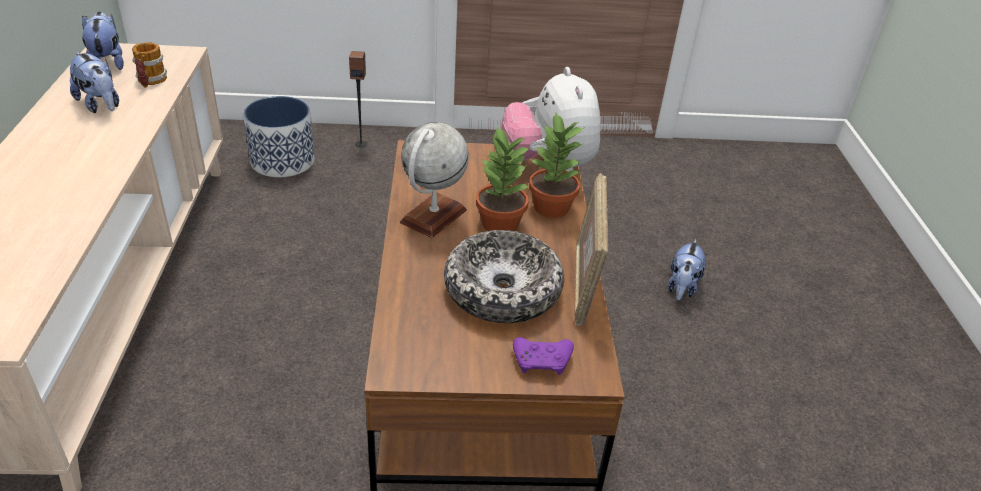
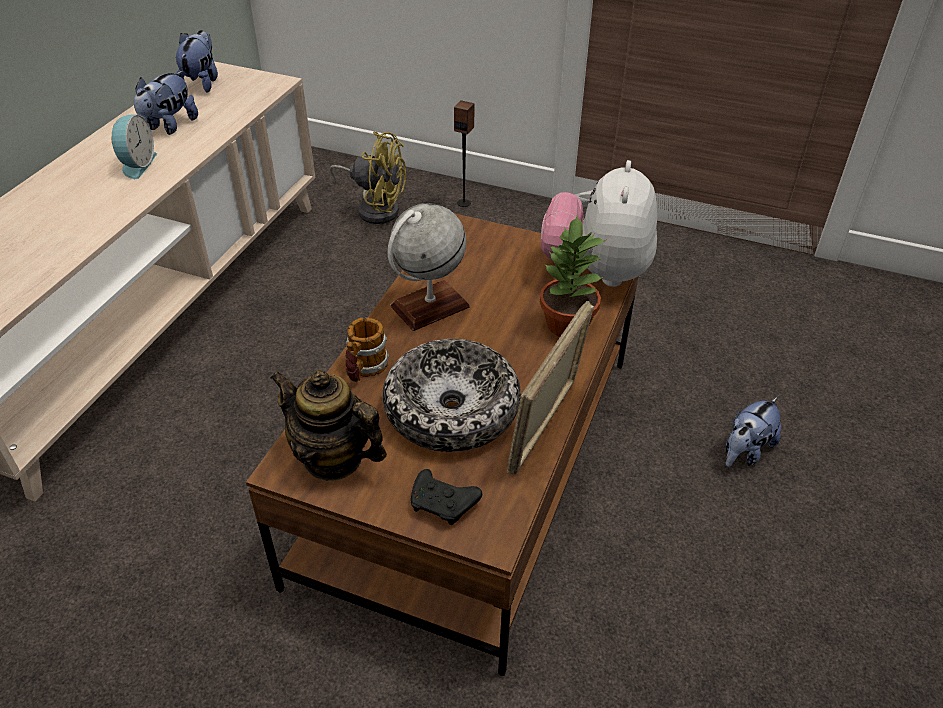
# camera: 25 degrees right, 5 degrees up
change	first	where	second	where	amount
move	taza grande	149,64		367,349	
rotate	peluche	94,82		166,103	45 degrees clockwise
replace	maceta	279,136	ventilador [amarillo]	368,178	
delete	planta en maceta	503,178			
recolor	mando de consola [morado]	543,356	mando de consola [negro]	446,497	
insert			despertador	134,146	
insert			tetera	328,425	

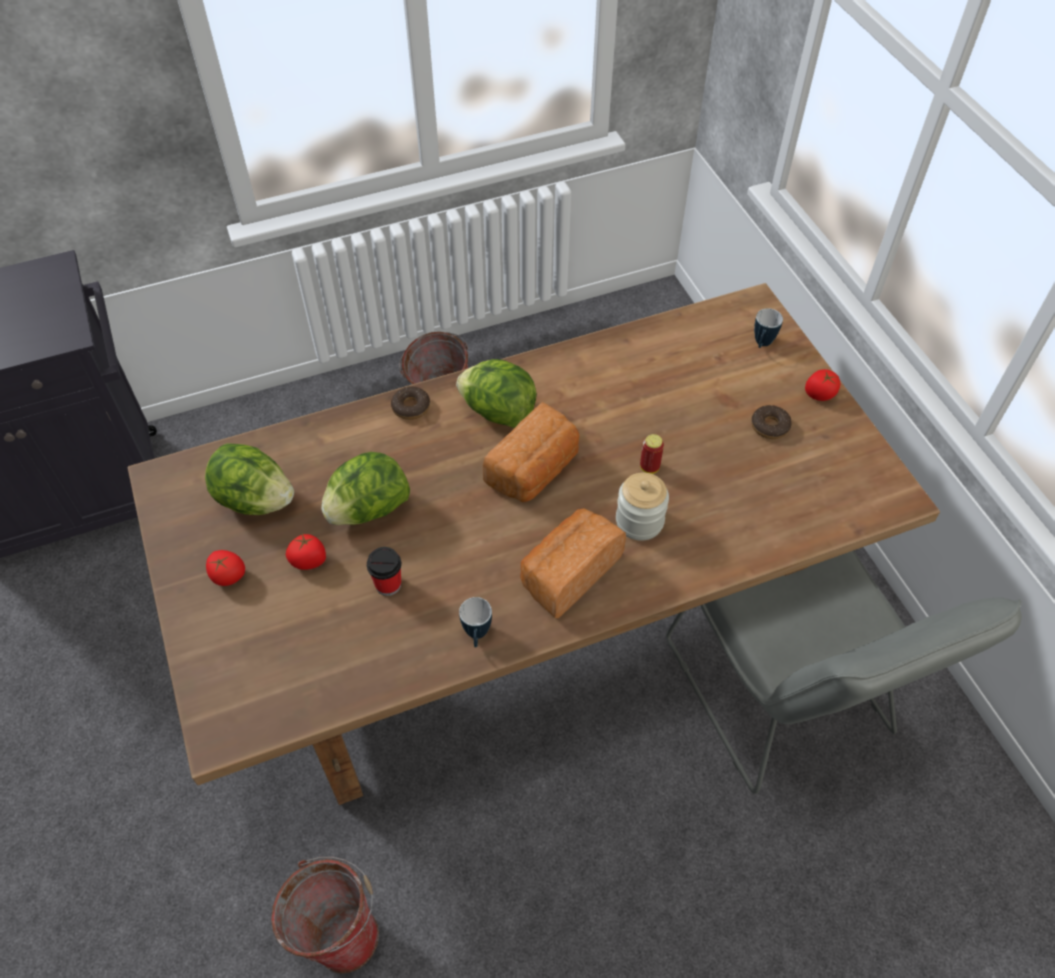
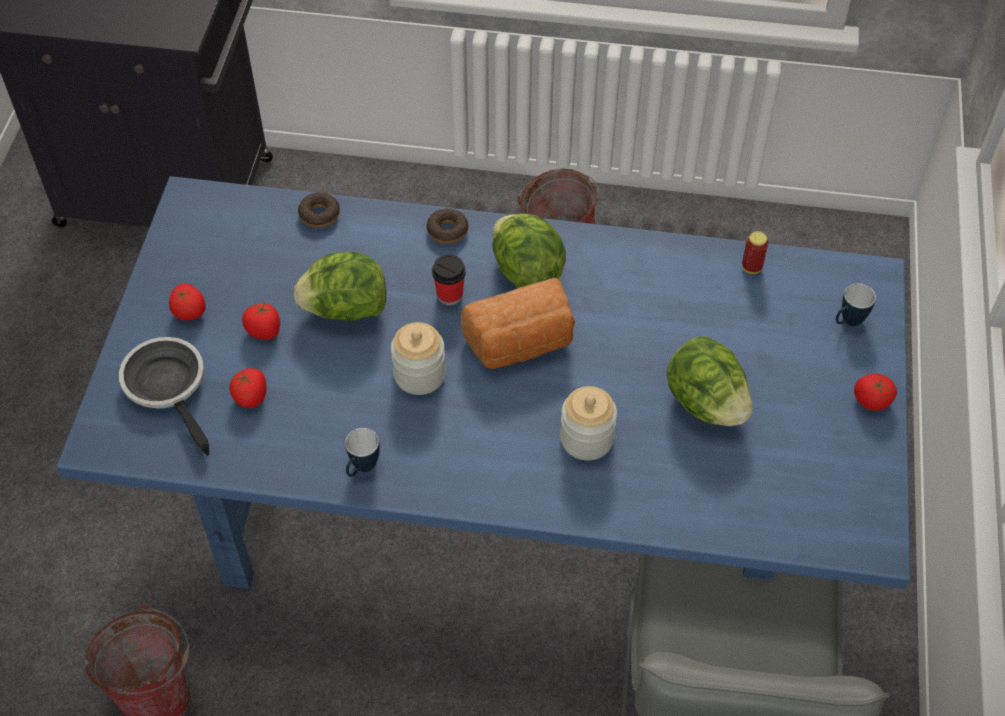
# camera: 30 degrees right, 0 degrees up
change	first	where	second	where	amount
recolor	mesa de comedor [marrón]	534,544	mesa de comedor [azul]	483,382	
move	rosquilla	771,422		319,210	
move	lata	652,454		755,252	
move	lechuga	249,479		709,381	
delete	pan	573,563			
move	taza	384,571		449,280	
insert			tarro	418,358	
insert			sartén	164,396	
insert			tomate	247,388	

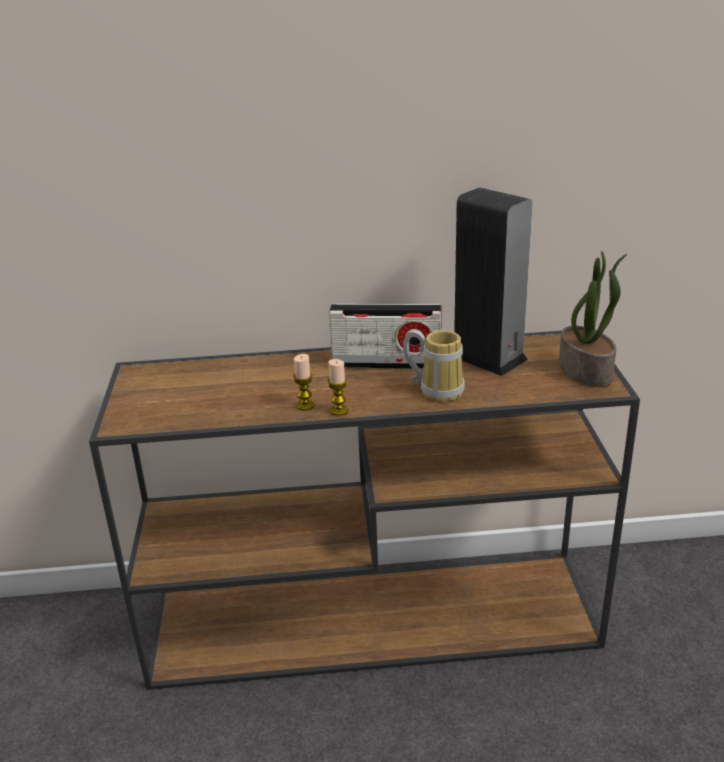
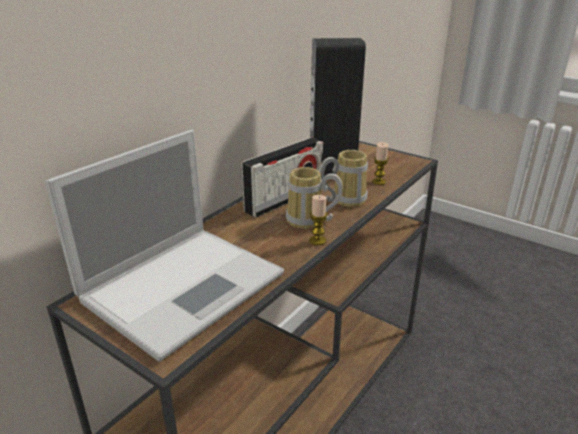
# camera: 50 degrees left, 0 degrees up
change	first	where	second	where	amount
delete	planta en maceta	593,319			
move	vela	303,382		380,163	
insert			portátil	164,246	
insert			taza grande	314,198	

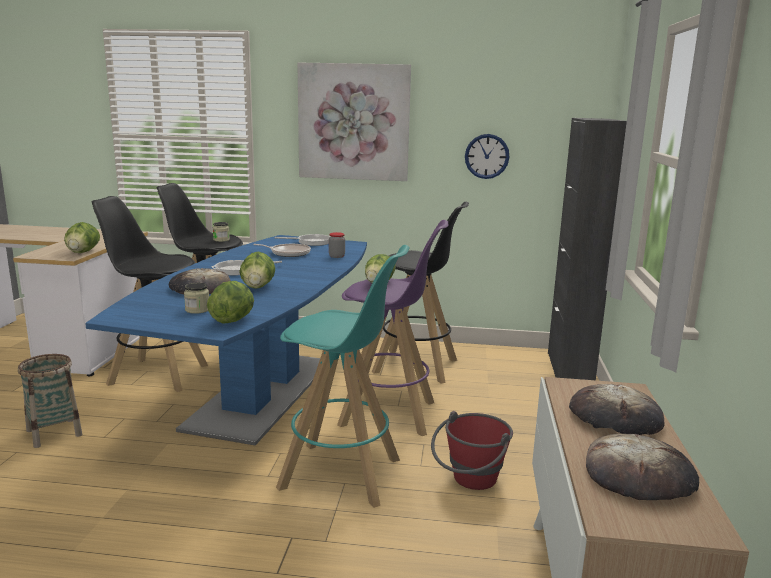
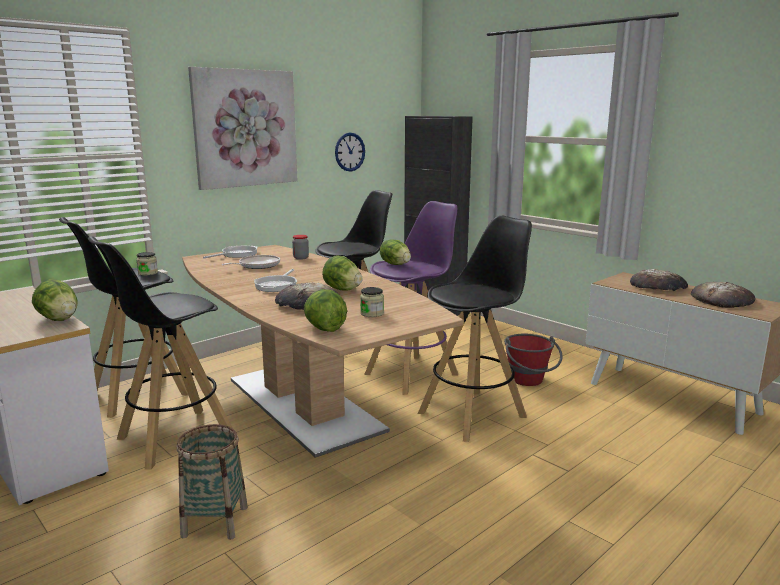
# camera: 50 degrees left, 0 degrees up
change	first	where	second	where	amount
recolor	mesa de comedor [azul]	226,340	mesa de comedor [marrón]	322,351	
recolor	taburete [turquesa]	342,376	taburete [negro]	475,329	
move	lechuga	230,302		325,310	

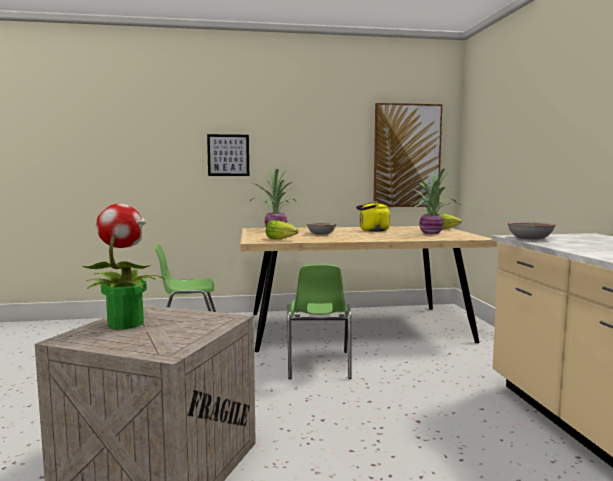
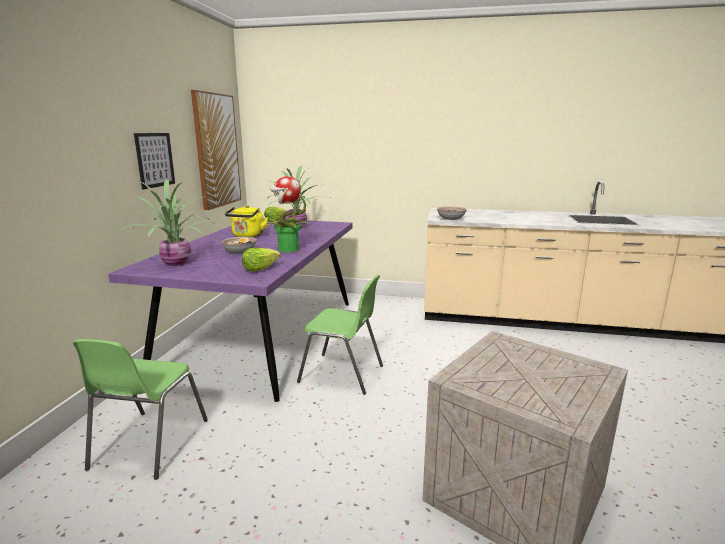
# camera: 70 degrees left, 10 degrees up
change	first	where	second	where	amount
move	cuadro	228,155		154,161	
move	planta en maceta	123,266		286,214	
recolor	mesa de comedor [beis]	369,289	mesa de comedor [morado]	230,310	

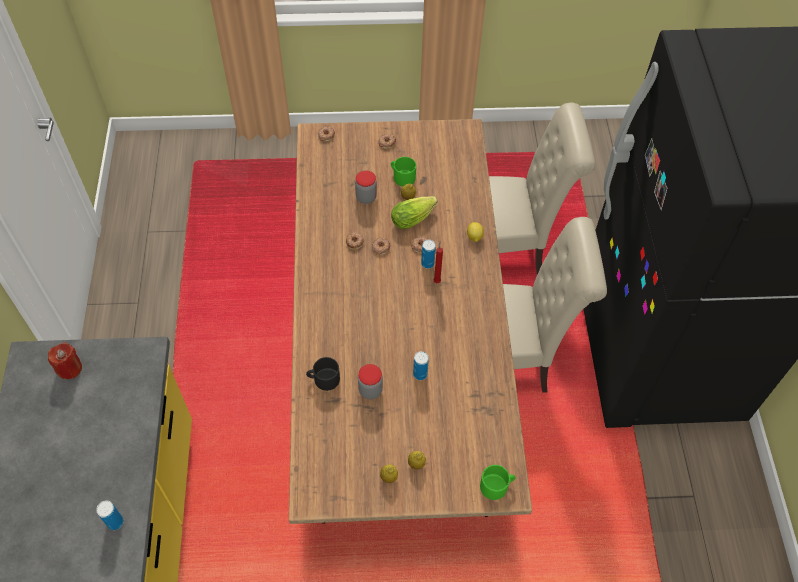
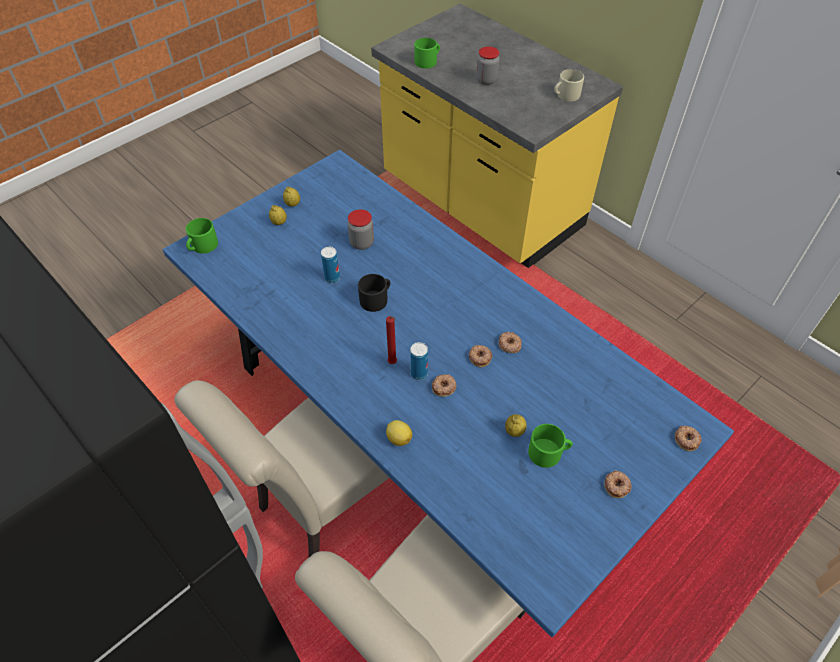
# camera: 140 degrees right, 5 degrees down
change	first	where	second	where	amount
recolor	mesa de comedor [marrón]	410,321	mesa de comedor [azul]	448,393	
move	tarro	366,187		488,66	
delete	lechuga	414,212			
replace	vela [rojo]	65,360	taza grande [beis]	569,85	
move	taza grande [negro]	323,374		374,293	
replace	lata	110,515	taza grande [verde]	427,53	

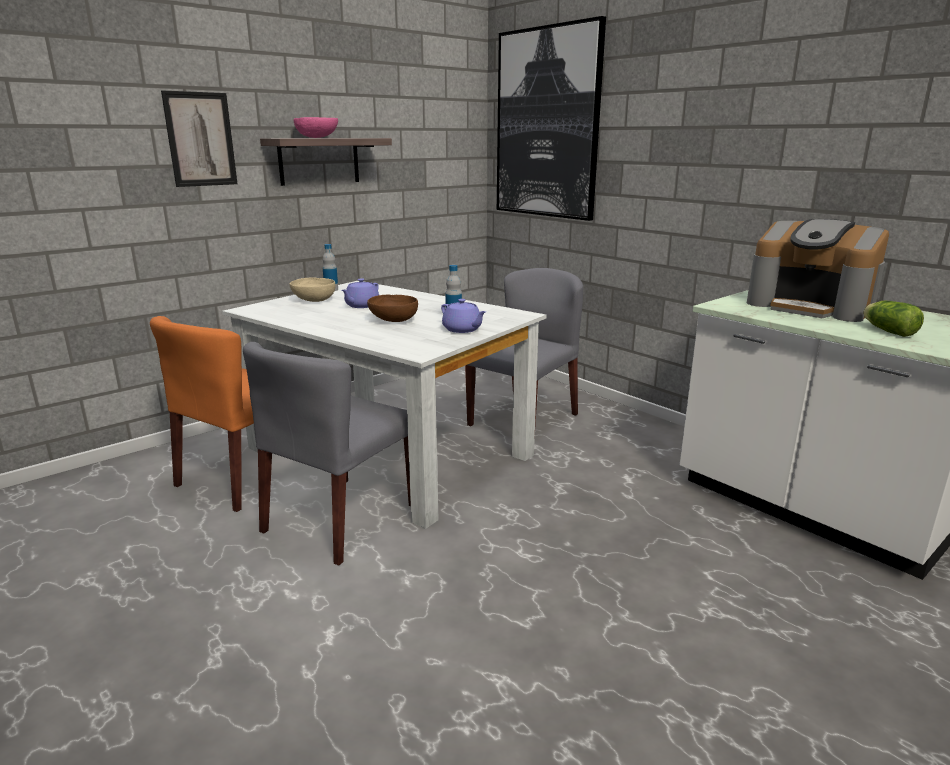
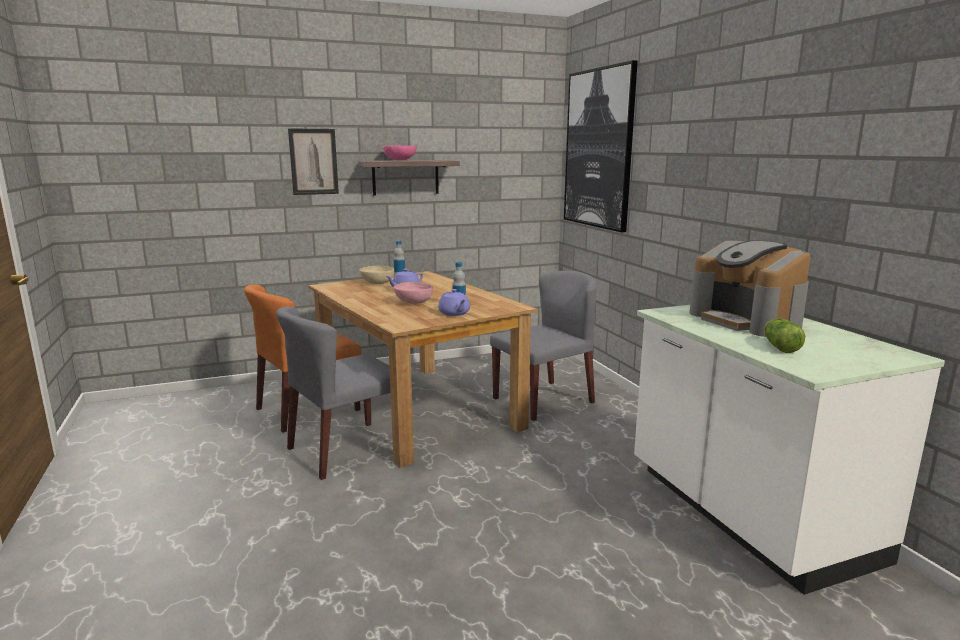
# camera: 20 degrees right, 5 degrees down
change	first	where	second	where	amount
recolor	mesa de comedor [blanco]	384,405	mesa de comedor [marrón]	423,369	
recolor	cuenco [marrón]	392,308	cuenco [rosa]	413,293	

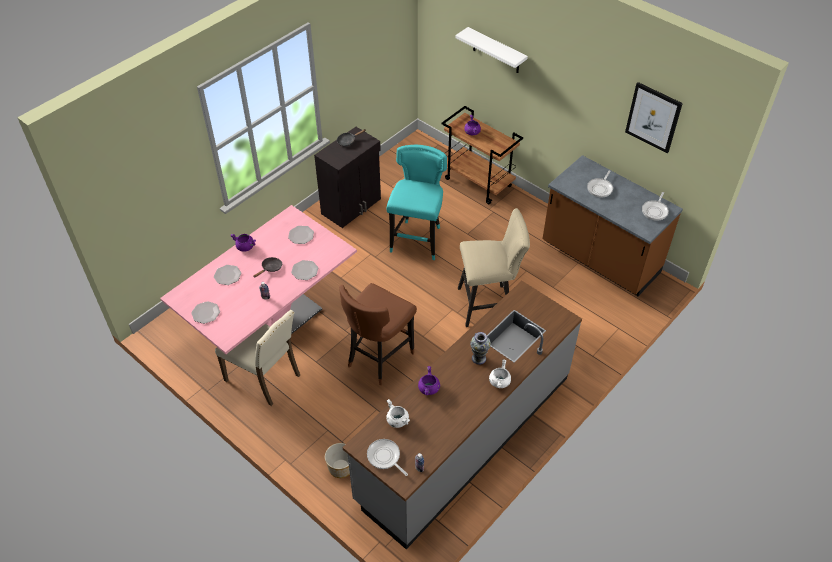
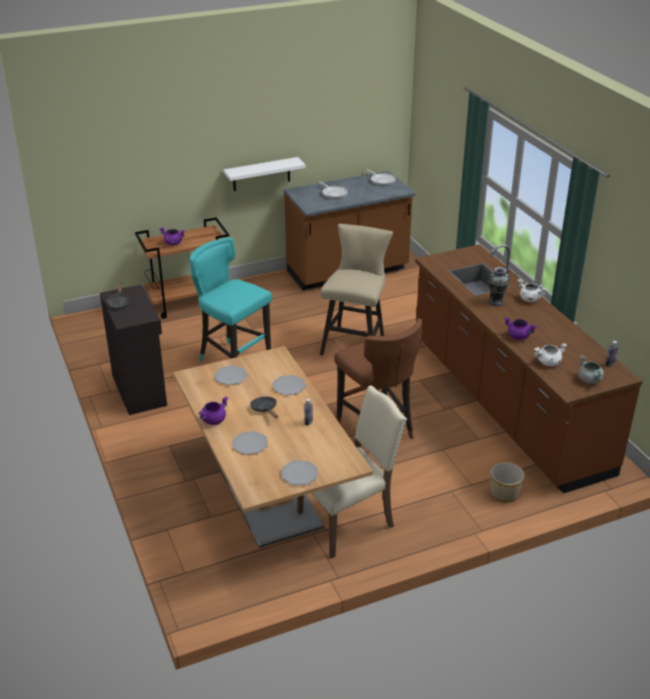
# camera: 65 degrees left, 15 degrees down
change	first	where	second	where	amount
move	estante [blanco]	491,50		265,174	
delete	cuadro	654,117			
recolor	mesa de comedor [rosa]	258,279	mesa de comedor [marrón]	273,447	
recolor	mueble bajo de cocina [gris]	462,415	mueble bajo de cocina [marrón]	529,369	
replace	sartén	387,457	olla [gris]	591,369	

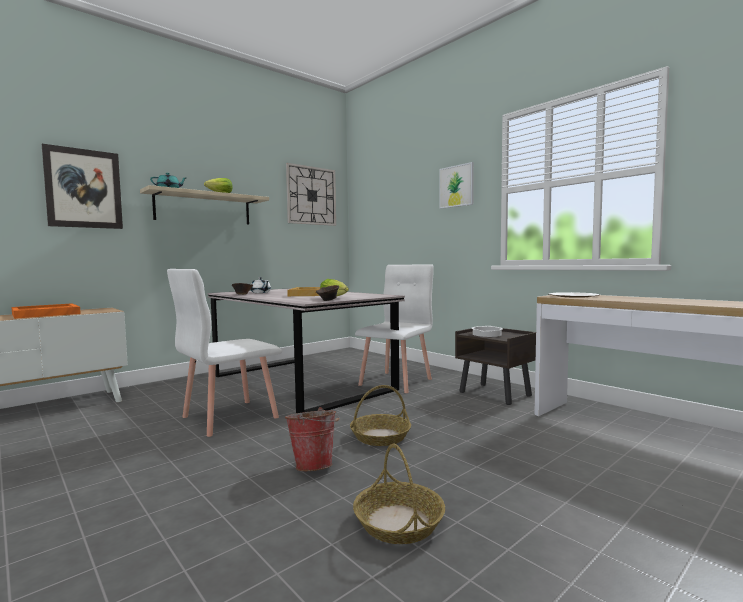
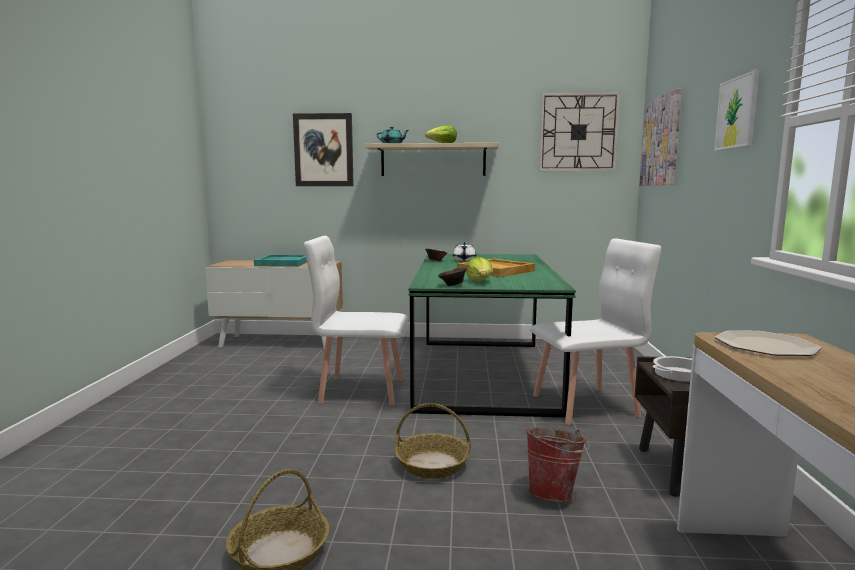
# camera: 45 degrees right, 5 degrees up
change	first	where	second	where	amount
recolor	mesa de comedor [gris]	306,350	mesa de comedor [verde]	492,336	
recolor	bandeja [naranja]	46,311	bandeja [turquesa]	280,261	
move	cubo	312,439		557,464	
insert			cuadro	661,136	

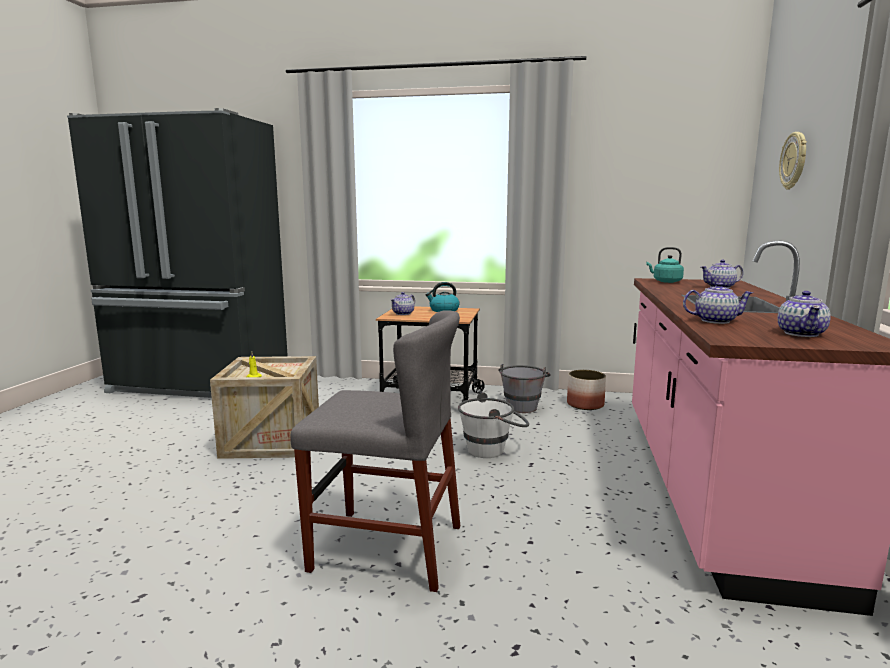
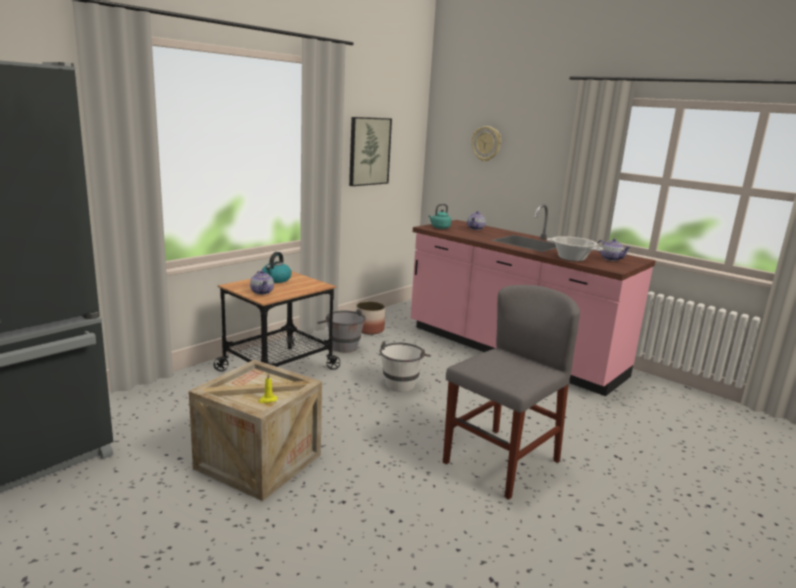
# camera: 60 degrees left, 5 degrees up
change	first	where	second	where	amount
replace	tetera	718,303	olla	574,248	
insert			cuadro	370,151	

